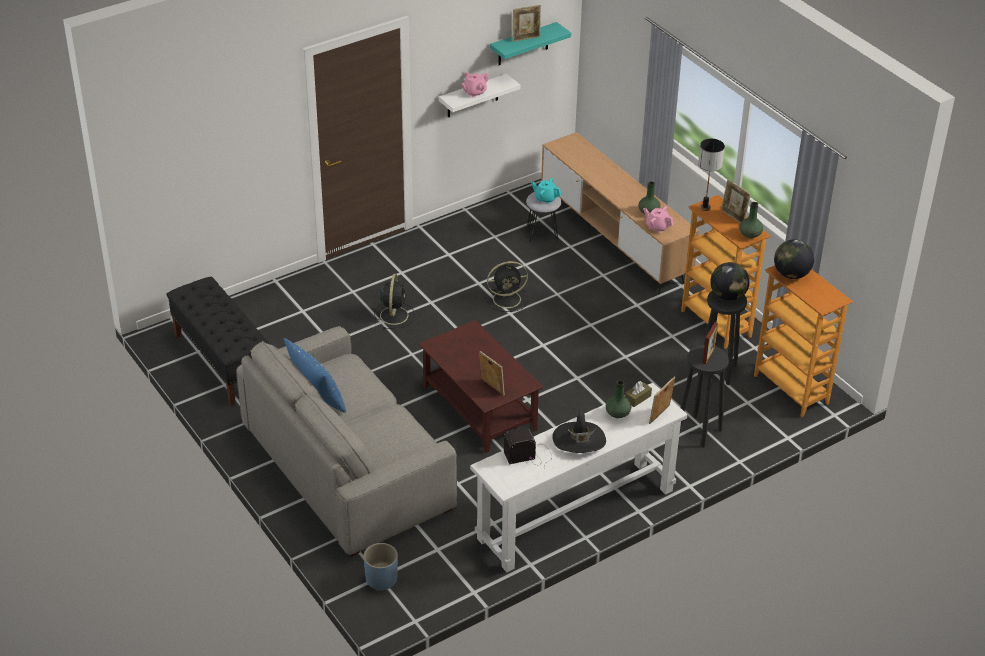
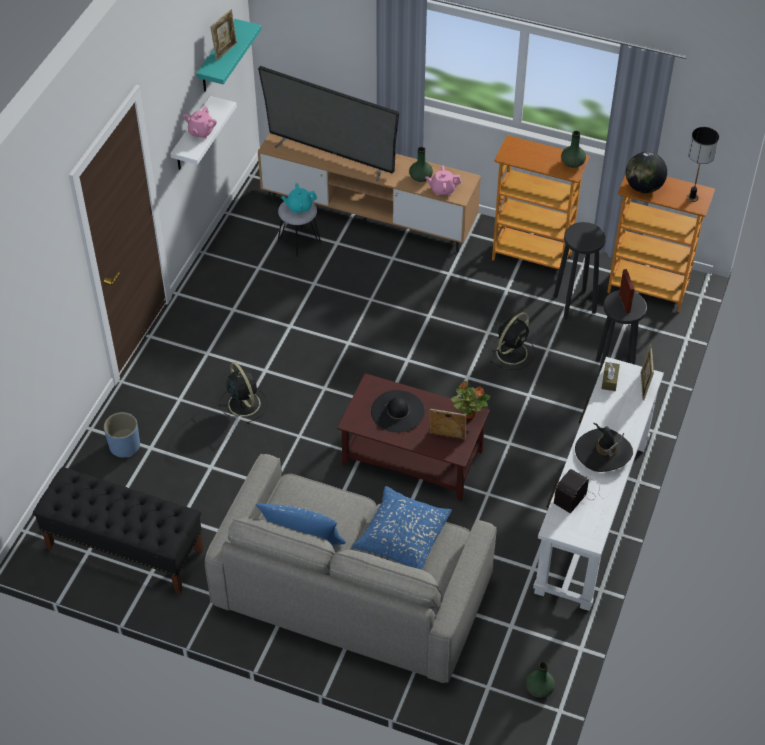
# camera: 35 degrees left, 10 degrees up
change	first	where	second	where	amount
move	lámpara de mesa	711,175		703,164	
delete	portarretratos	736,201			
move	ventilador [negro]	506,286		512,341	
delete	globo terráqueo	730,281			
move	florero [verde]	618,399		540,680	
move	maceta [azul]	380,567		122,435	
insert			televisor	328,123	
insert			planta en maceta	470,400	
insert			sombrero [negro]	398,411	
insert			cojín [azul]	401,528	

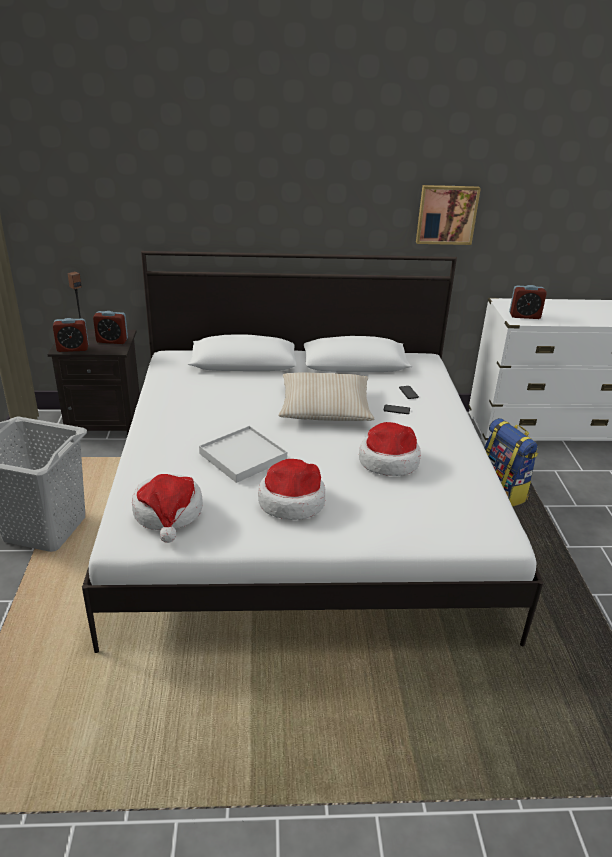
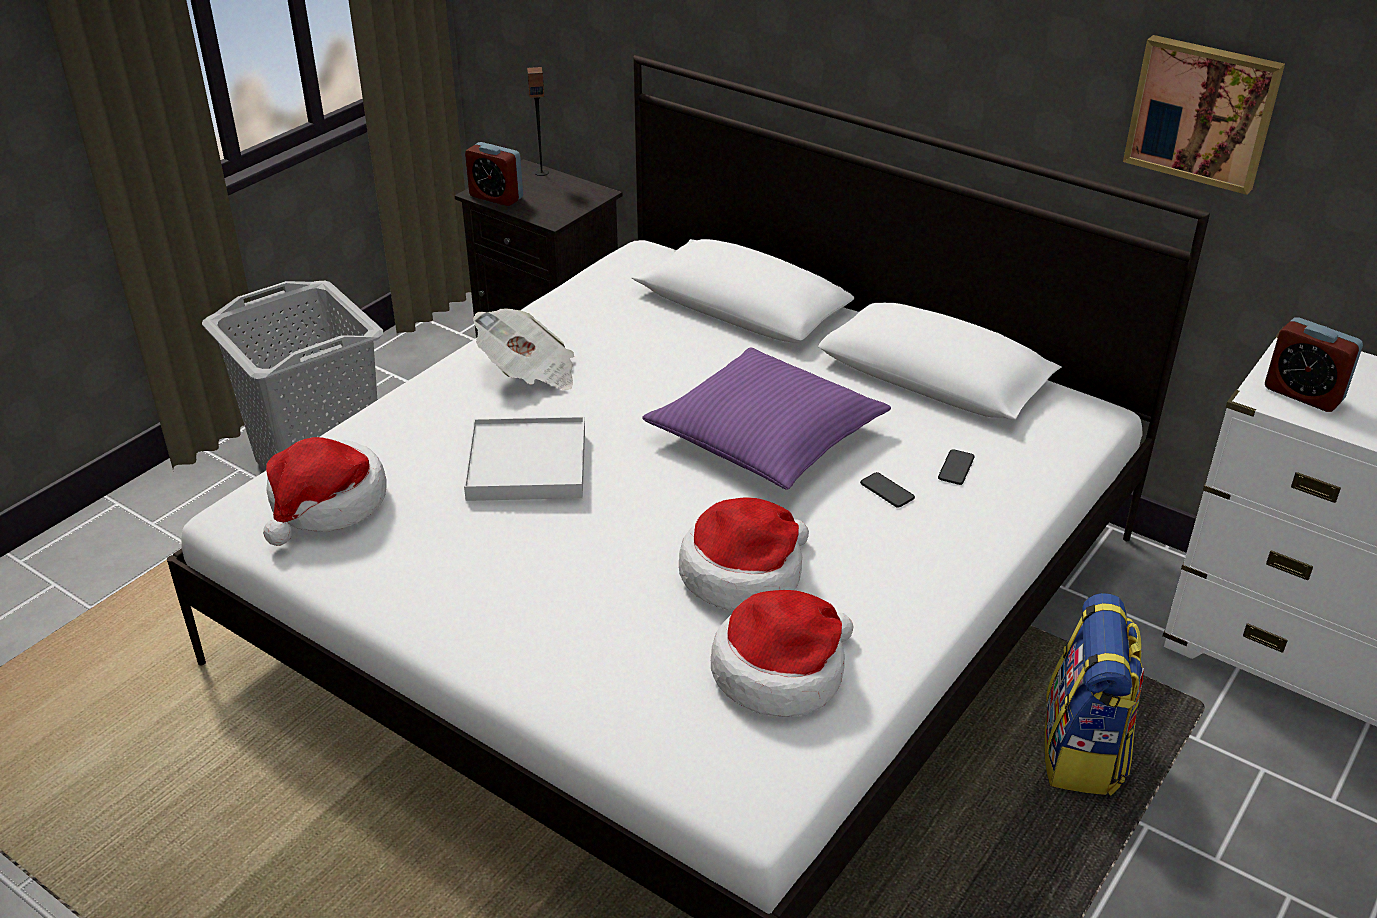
# camera: 40 degrees right, 5 degrees up
change	first	where	second	where	amount
delete	despertador	110,327			
recolor	cojín [beis]	326,396	cojín [morado]	766,419	
move	sombrero	291,489		782,653	
insert			periódico	523,349	

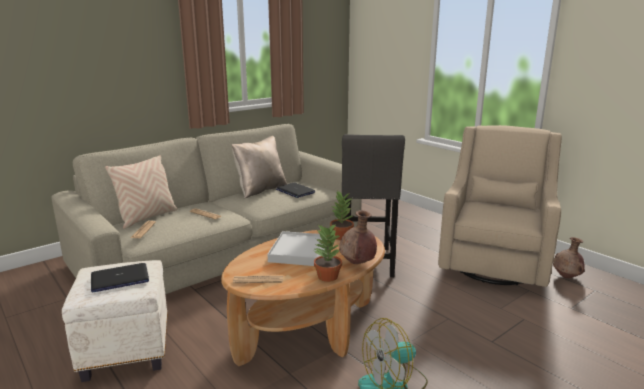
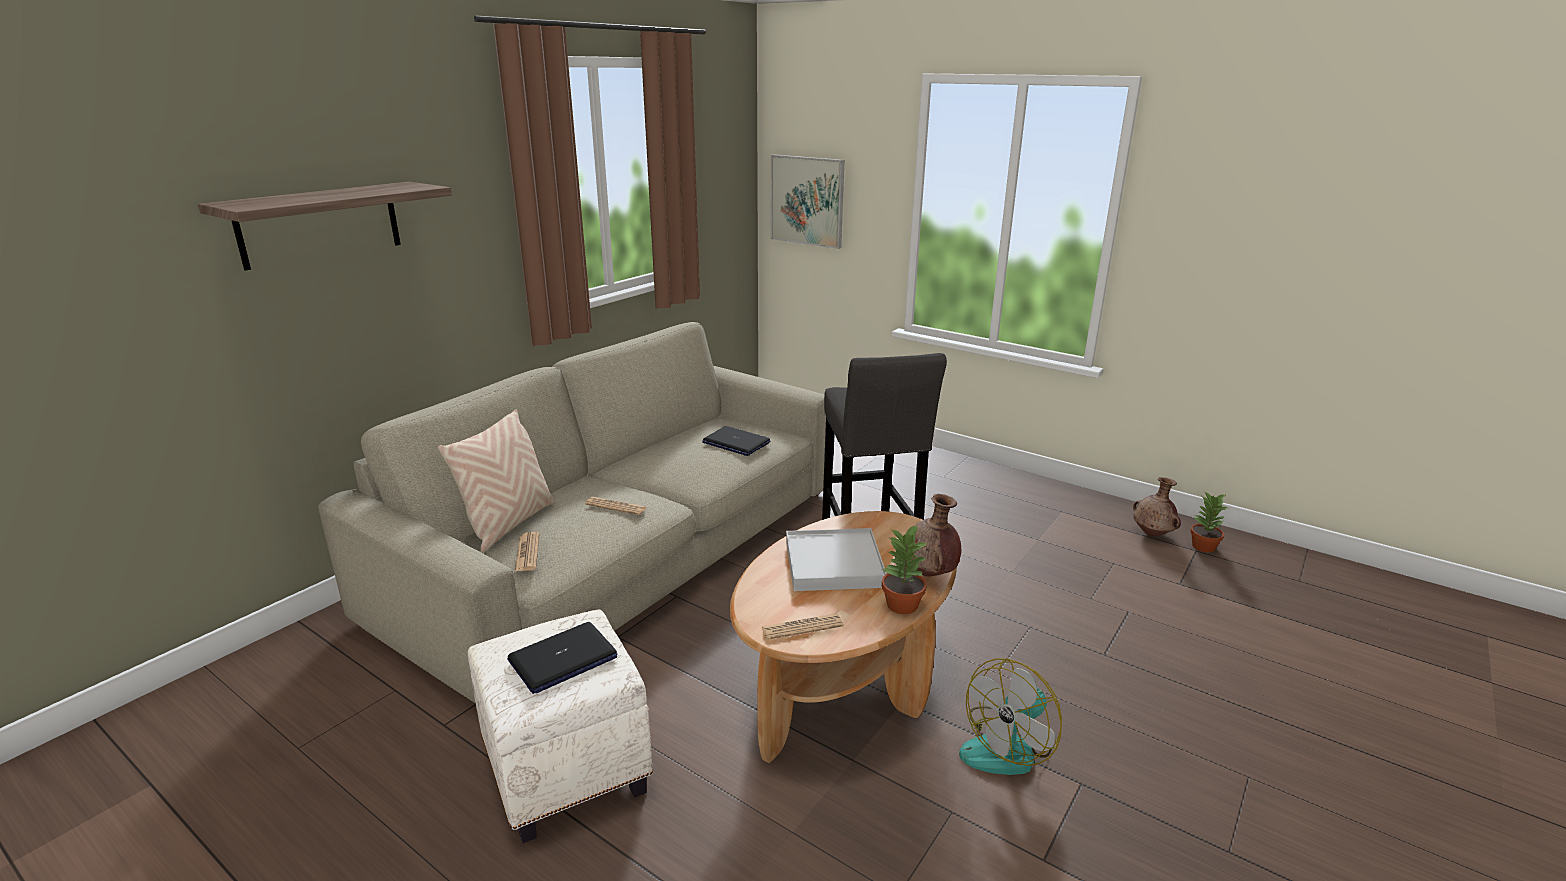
# camera: 15 degrees left, 5 degrees up
change	first	where	second	where	amount
delete	sillón [beis]	500,206			
delete	cojín [beis]	259,167			
move	planta en maceta	342,215		1209,521	
insert			cuadro	808,201	
insert			estante	325,226	

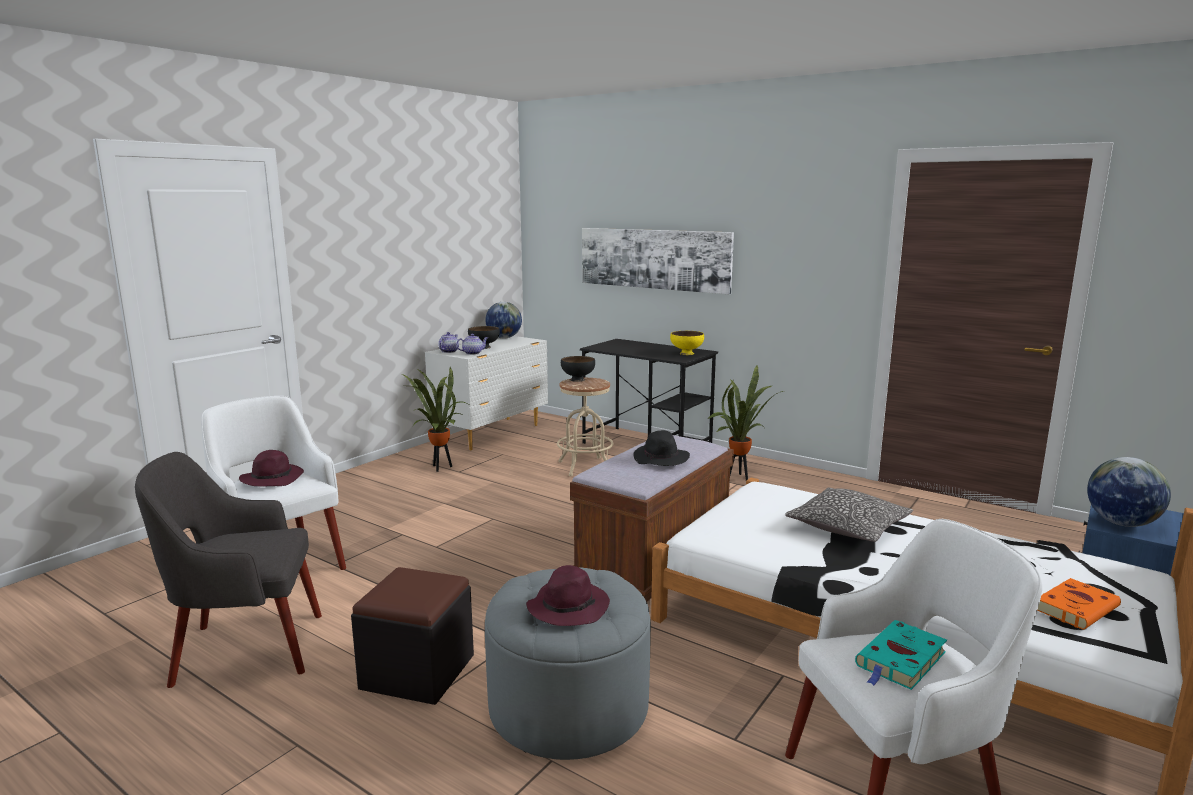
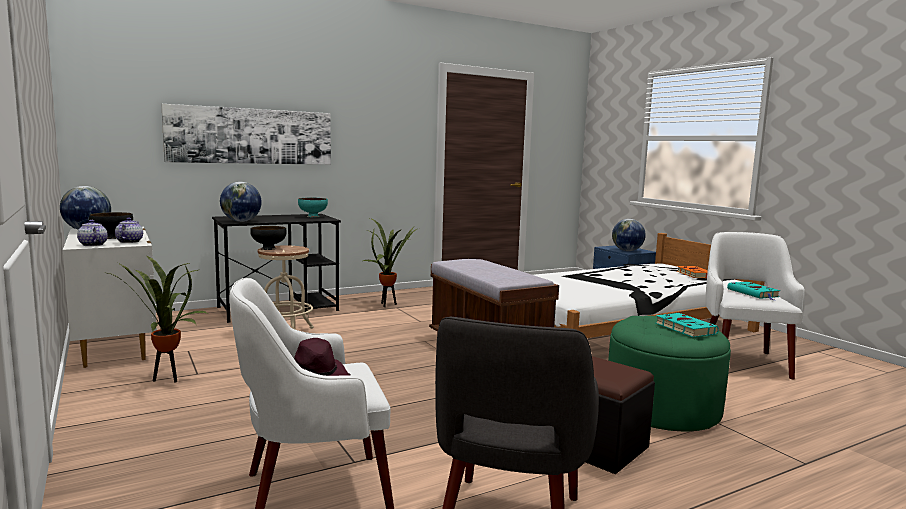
# camera: 65 degrees left, 5 degrees down
change	first	where	second	where	amount
recolor	cuenco [amarillo]	687,343	cuenco [turquesa]	313,208	
delete	sombrero [negro]	661,448			
delete	cojín	849,515			
replace	sombrero [morado]	568,595	libro [turquesa]	687,325	
recolor	puf [gris]	568,663	puf [verde]	669,373	
insert			globo terráqueo	241,202	

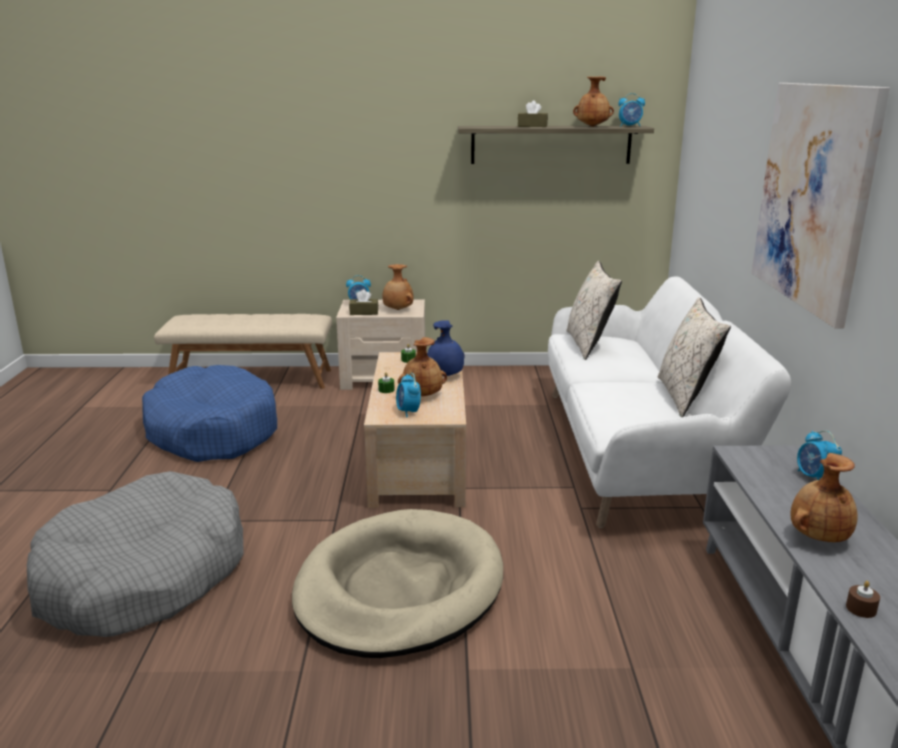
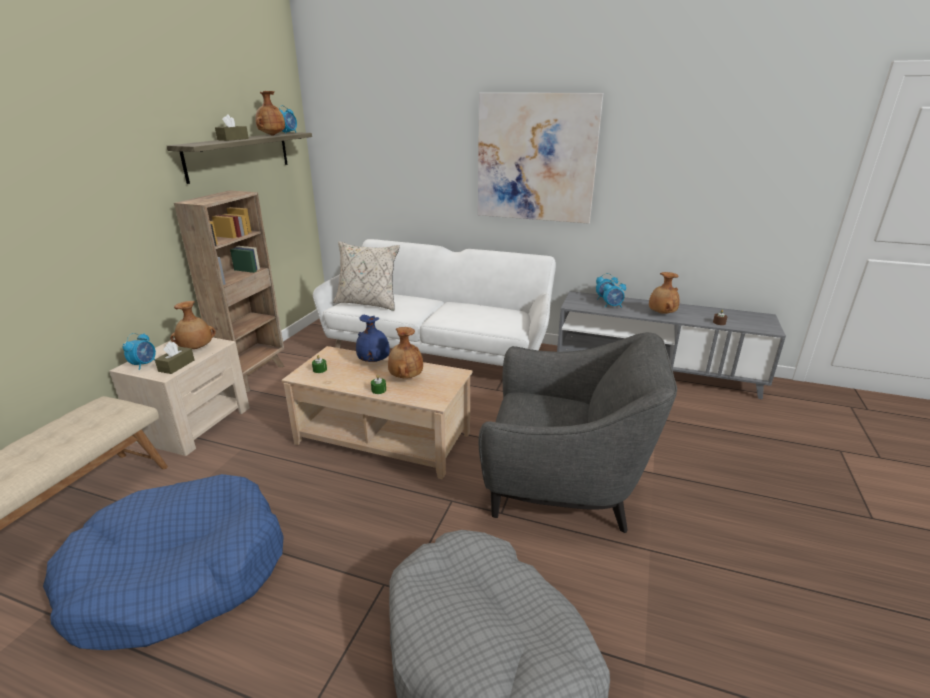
# camera: 70 degrees left, 5 degrees up
change	first	where	second	where	amount
delete	cojín [beis]	694,357			
move	despertador	408,395		614,294	
replace	cama para perro [beis]	397,583	sillón [gris]	578,432	
insert			estantería [marrón]	229,291	

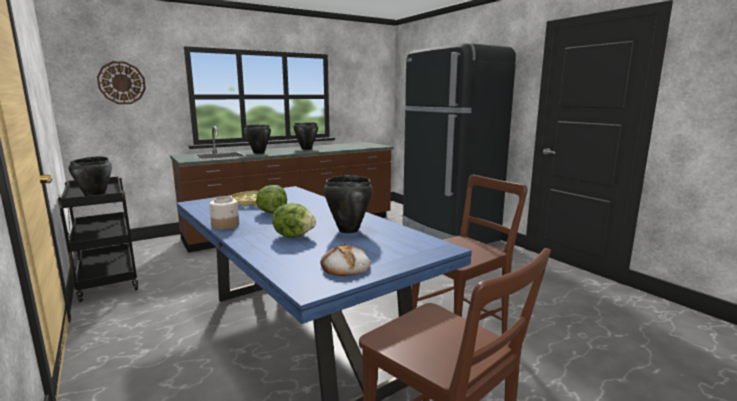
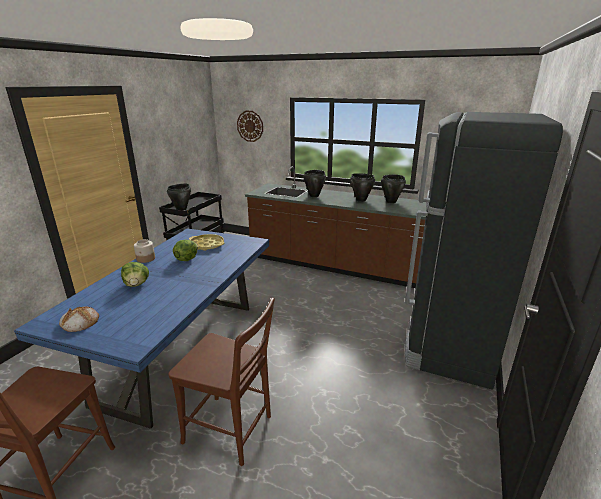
# camera: 55 degrees right, 10 degrees up
change	first	where	second	where	amount
move	olla [negro]	348,204		393,189	

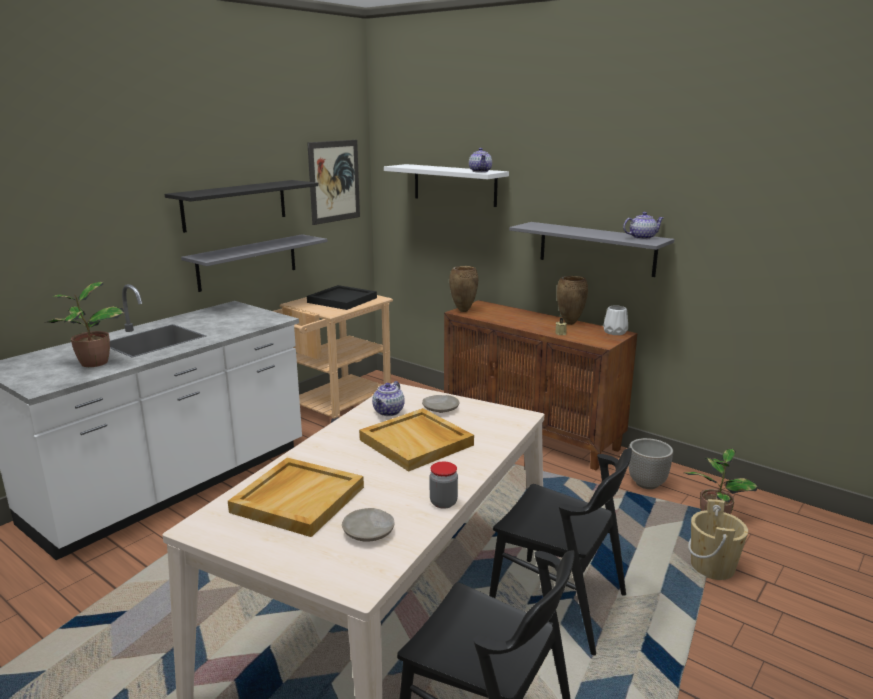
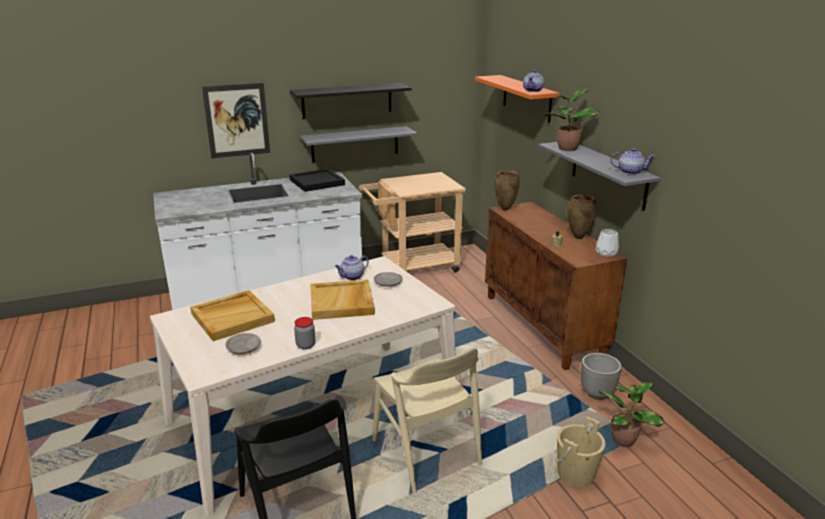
# camera: 30 degrees right, 5 degrees up
change	first	where	second	where	amount
move	cuadro	333,182		236,120	
recolor	estante [blanco]	446,185	estante [naranja]	517,99	
move	planta en maceta	84,324		571,120	
move	bandeja [negro]	342,297		317,180	
recolor	silla [negro]	560,551	silla [beis]	427,421	

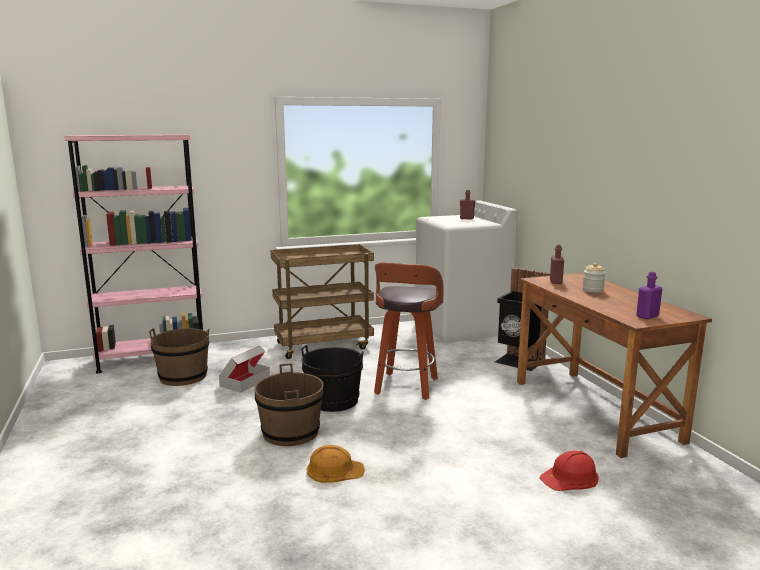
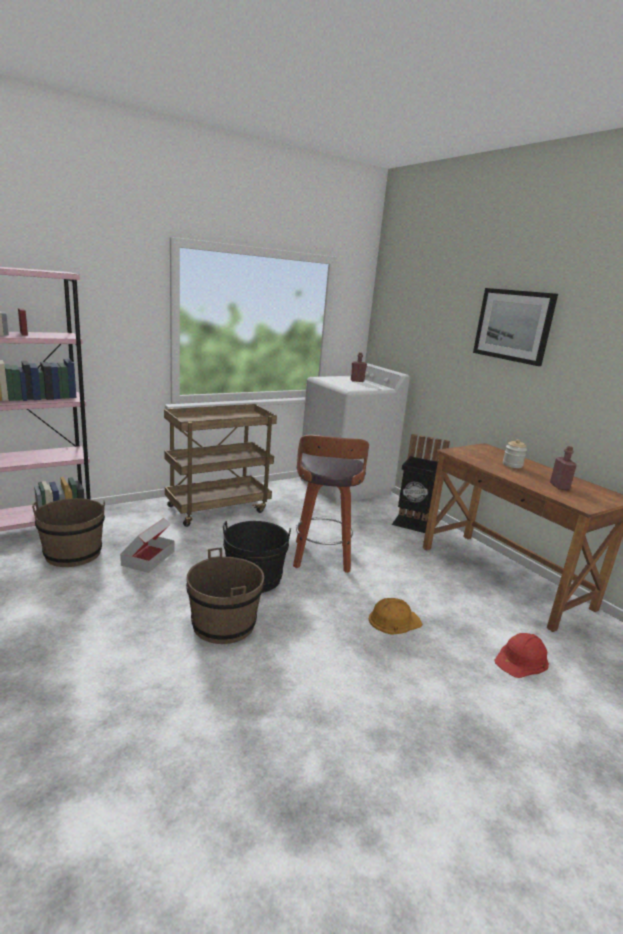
# camera: 15 degrees left, 5 degrees up
change	first	where	second	where	amount
move	botella [rojo]	557,264		563,468	
delete	botella [morado]	649,295			
move	casco [naranja]	336,464		396,616	
insert			cuadro	515,327	

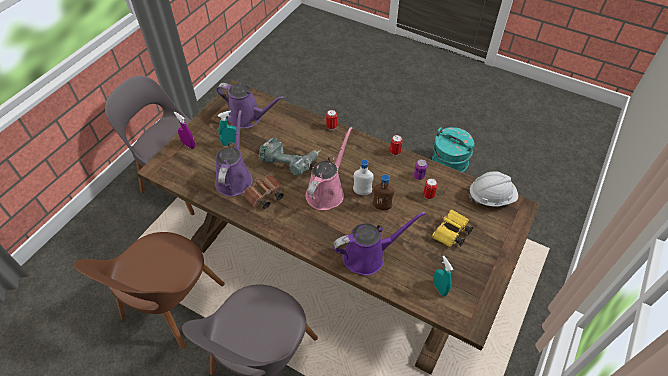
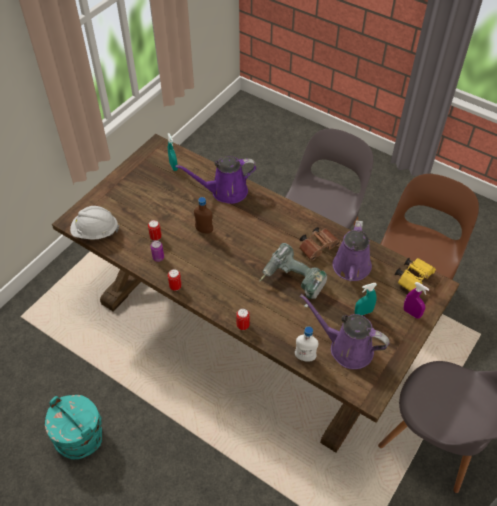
# camera: 175 degrees left, 0 degrees up
change	first	where	second	where	amount
delete	regadera [rosa]	328,168			
move	botella [blanco]	363,177		306,344	
move	prismáticos [amarillo]	452,228		415,274	

